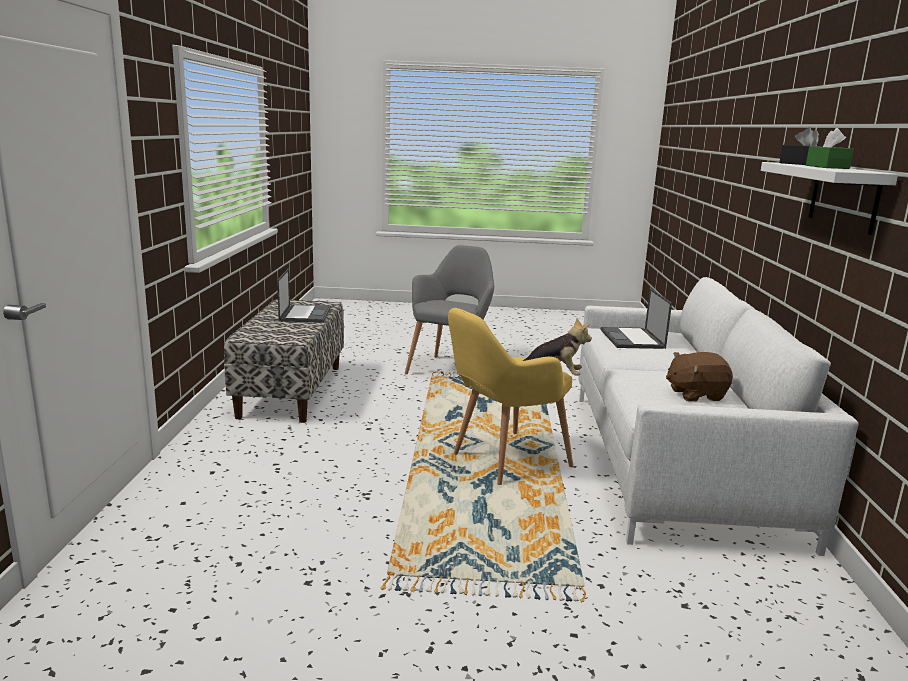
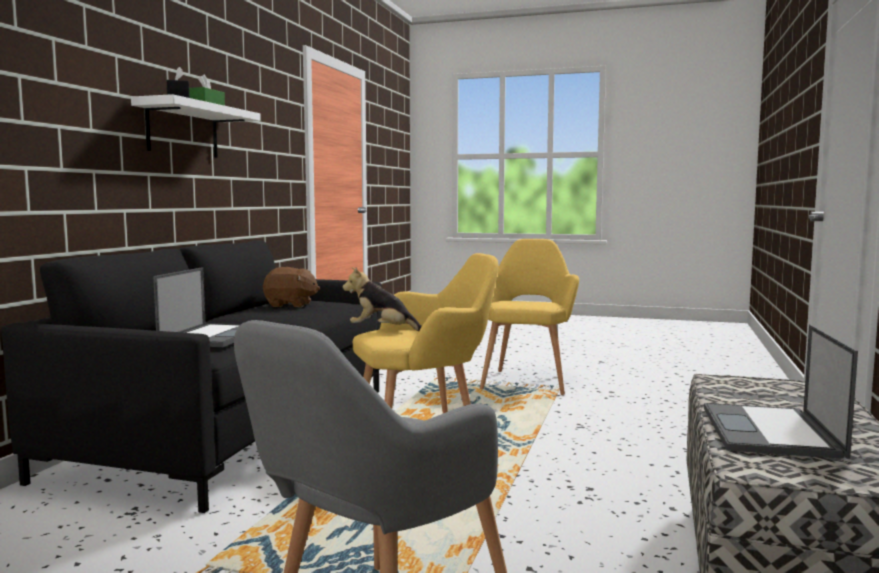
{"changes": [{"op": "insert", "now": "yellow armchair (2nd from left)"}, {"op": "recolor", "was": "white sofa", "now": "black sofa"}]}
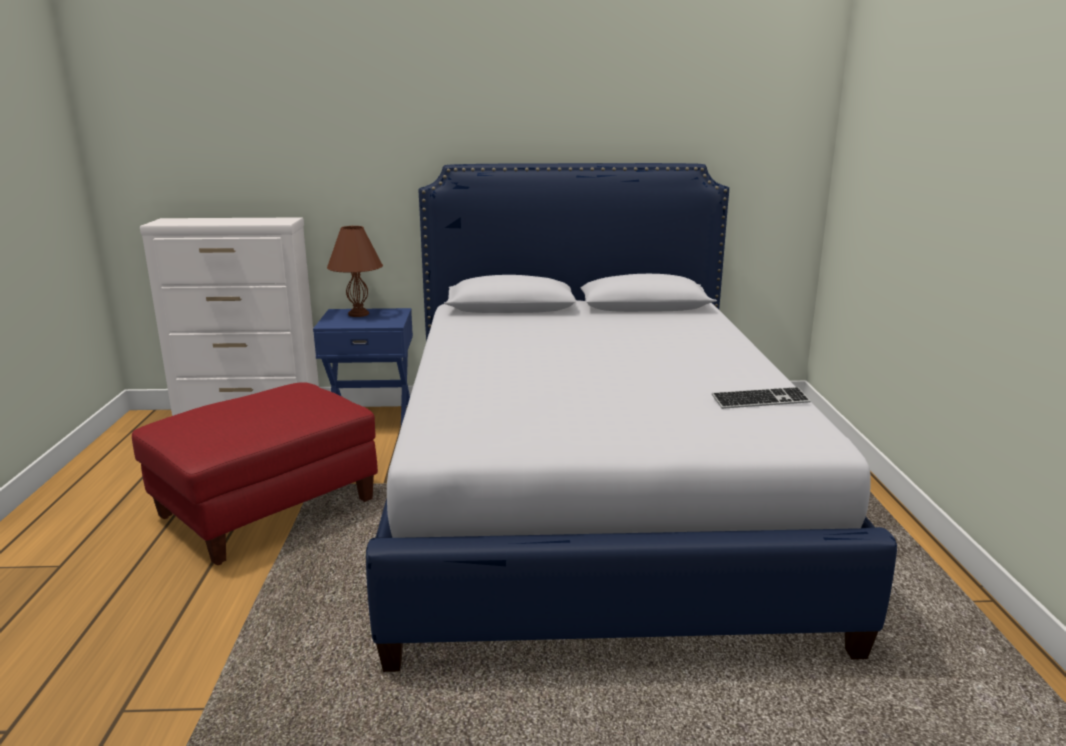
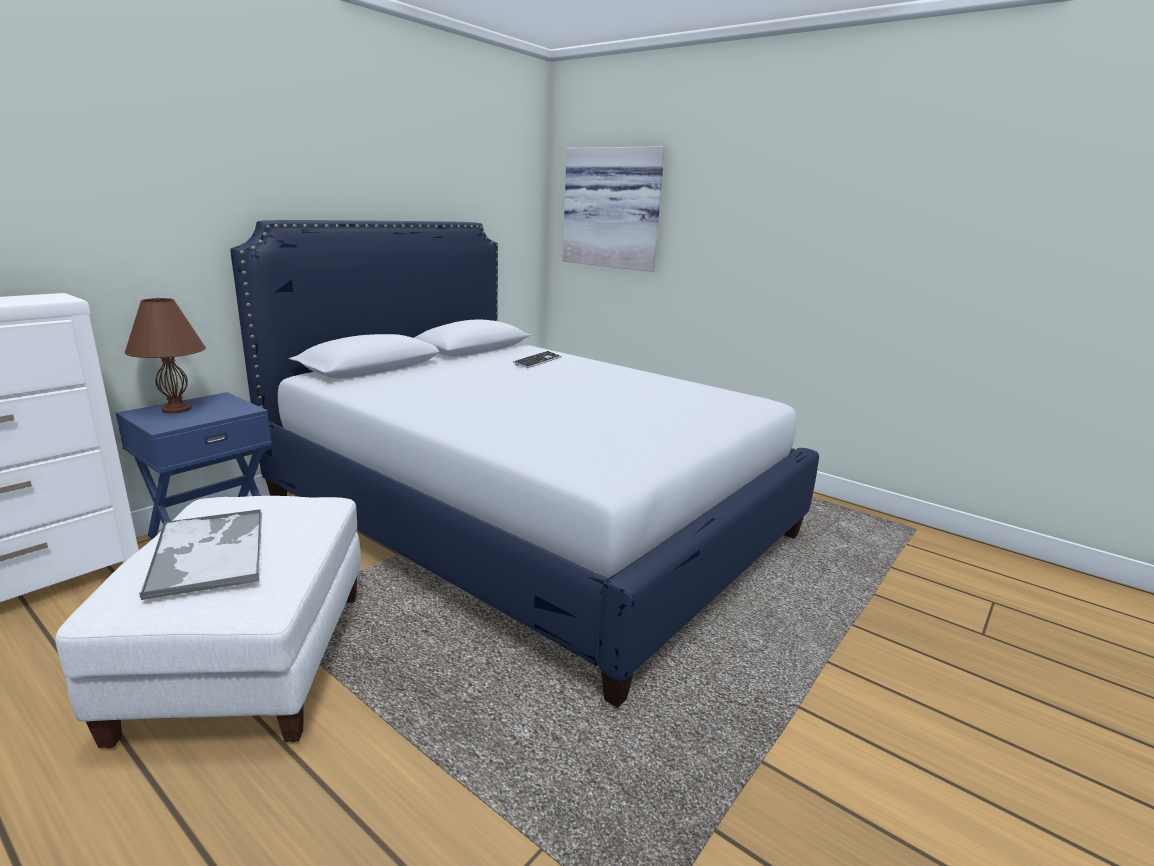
{"changes": [{"op": "insert", "now": "tray"}, {"op": "insert", "now": "picture"}, {"op": "move", "was": "keyboard"}, {"op": "recolor", "was": "red ottoman", "now": "white ottoman"}]}
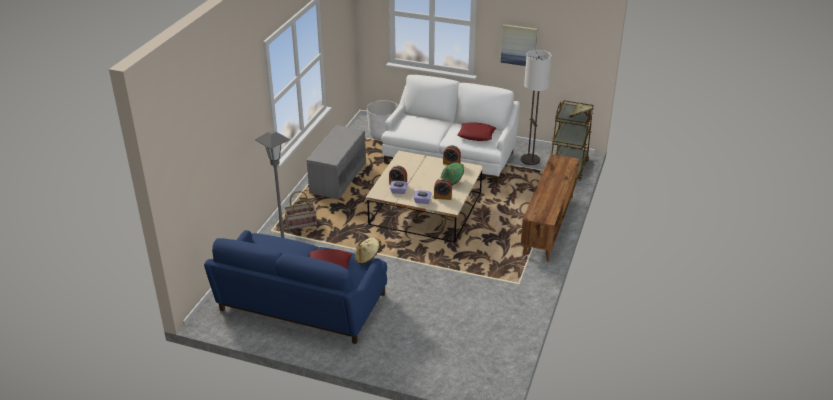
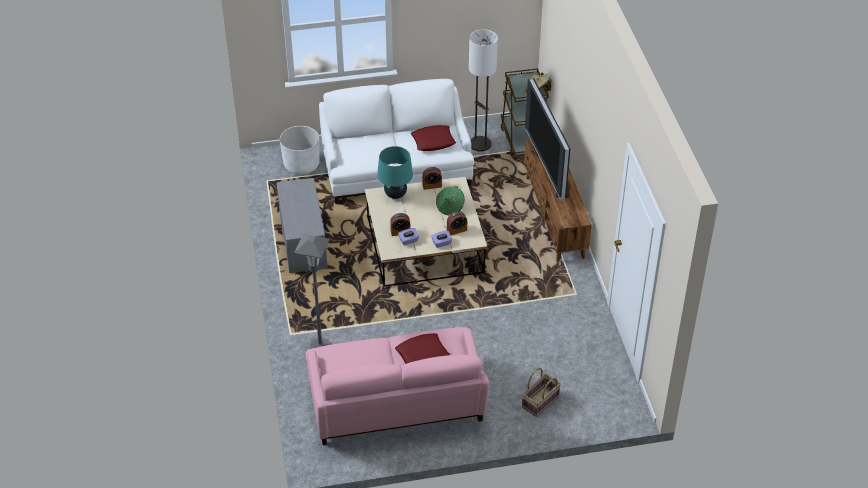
{"changes": [{"op": "delete", "was": "beige hat (1st from left)"}, {"op": "delete", "was": "picture"}, {"op": "insert", "now": "turquoise table lamp"}, {"op": "insert", "now": "television"}, {"op": "move", "was": "basket"}, {"op": "recolor", "was": "blue sofa", "now": "pink sofa"}]}
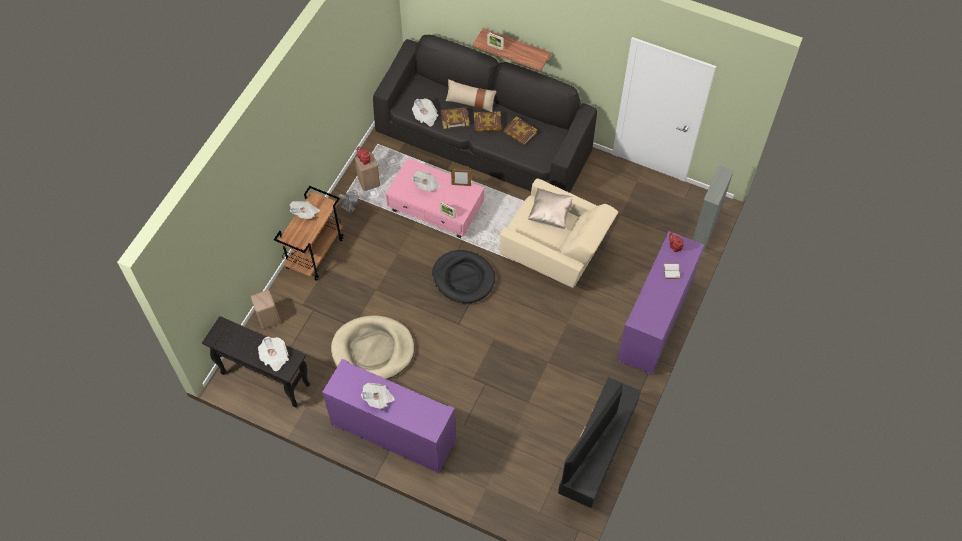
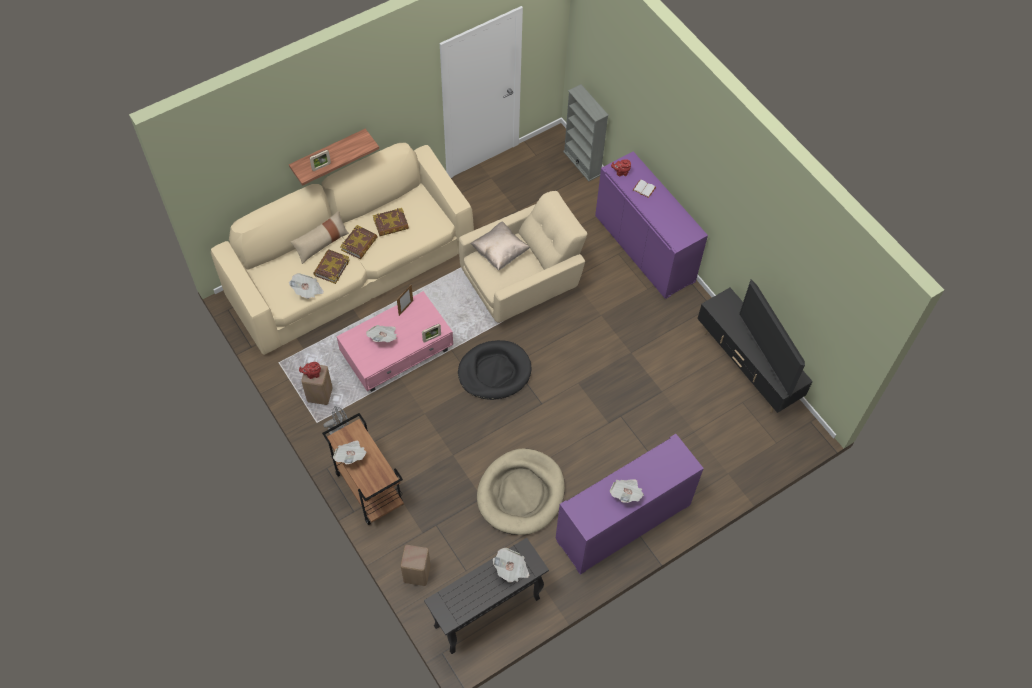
{"changes": [{"op": "recolor", "was": "black sofa", "now": "beige sofa"}]}
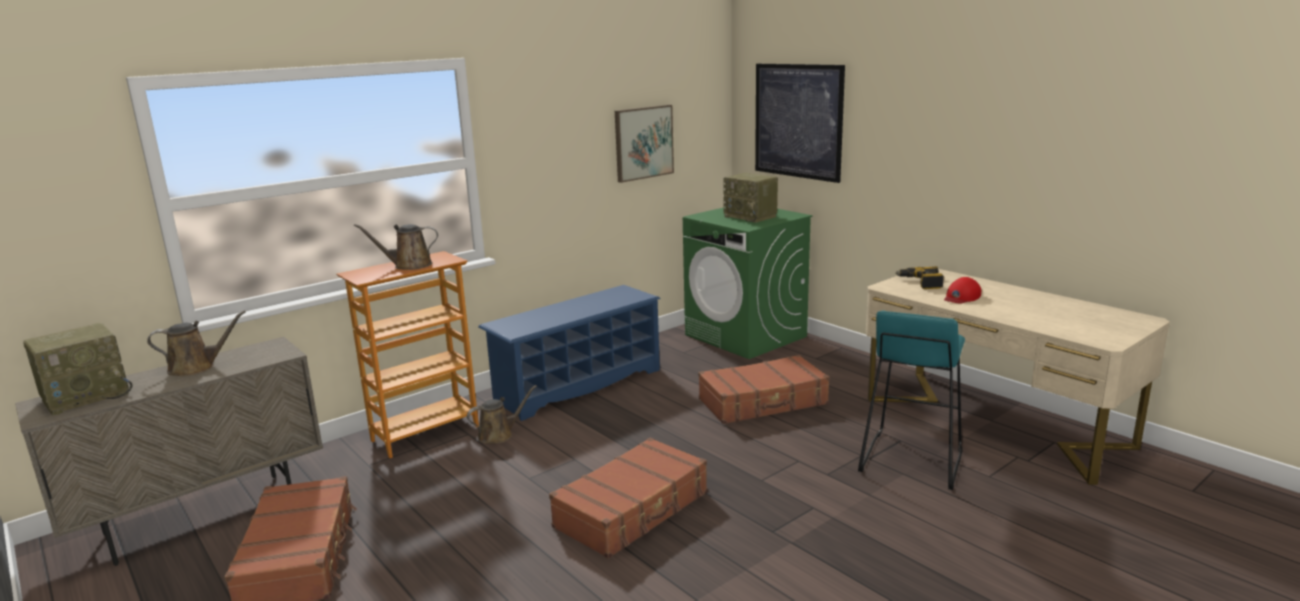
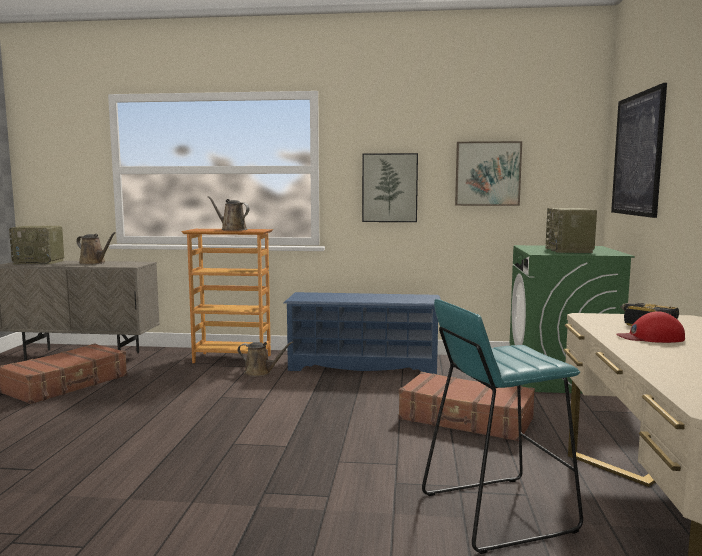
{"changes": [{"op": "delete", "was": "brown suitcase (2nd from left)"}, {"op": "insert", "now": "picture (1st from left)"}]}
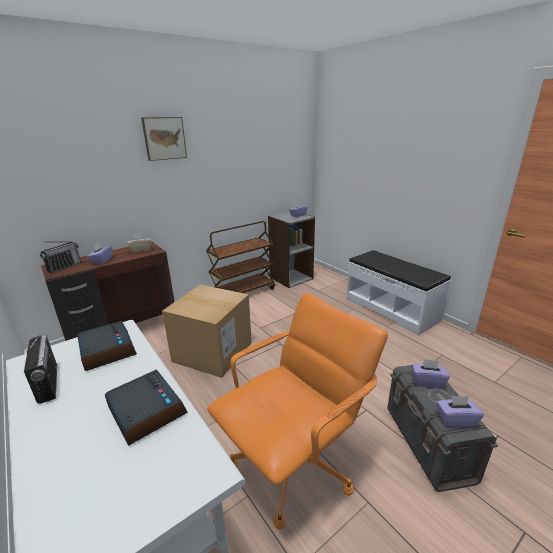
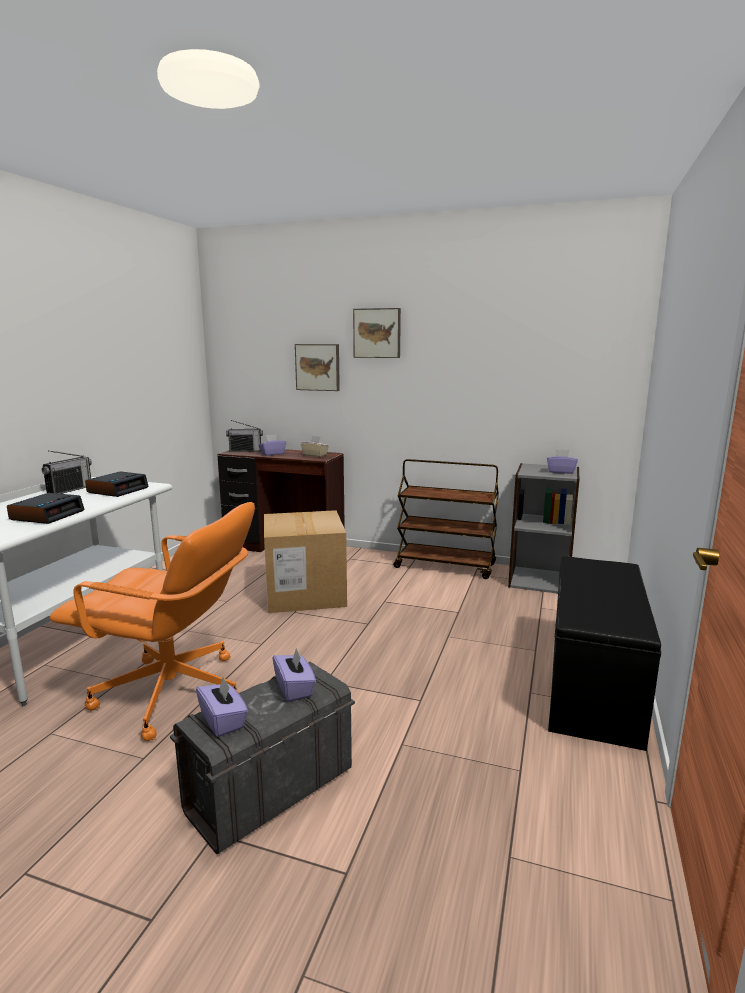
{"changes": [{"op": "insert", "now": "picture (1st from left)"}, {"op": "recolor", "was": "white bench", "now": "black bench"}]}
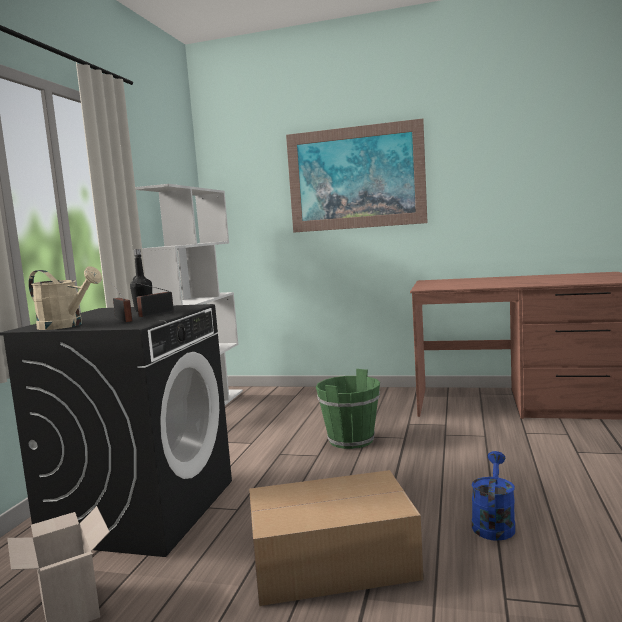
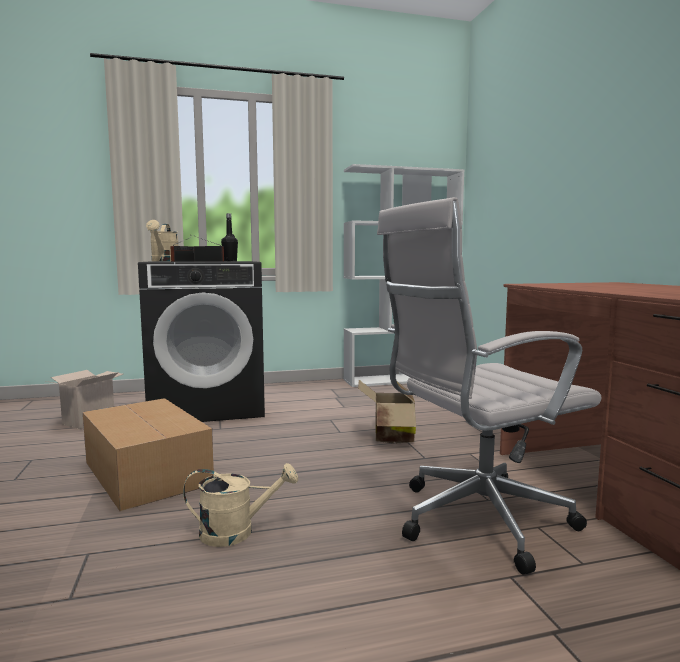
{"changes": [{"op": "delete", "was": "picture"}, {"op": "insert", "now": "white office chair"}, {"op": "replace", "was": "green bucket", "now": "cardboard box (3rd from left)"}, {"op": "recolor", "was": "blue watering can", "now": "beige watering can (2nd from left)"}]}
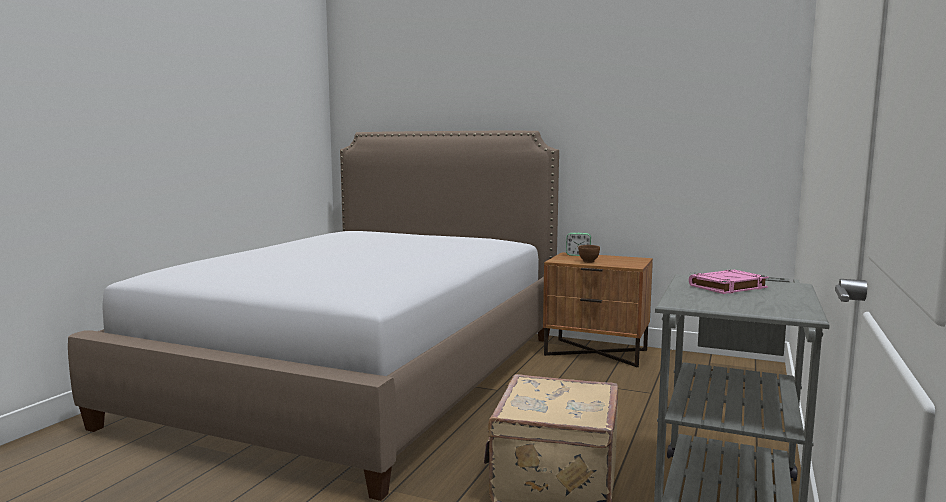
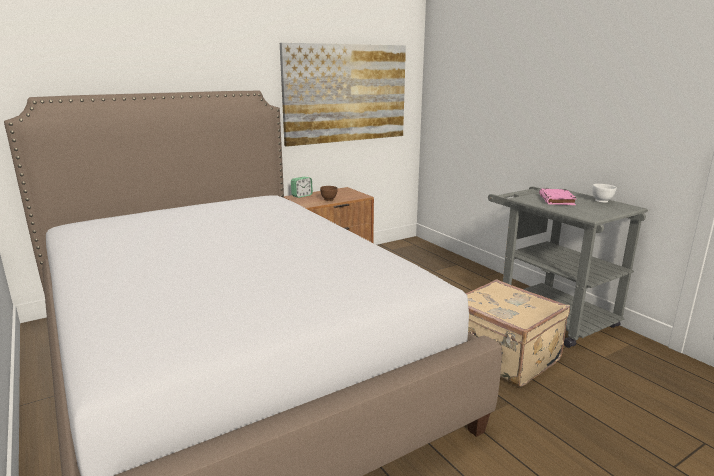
{"changes": [{"op": "insert", "now": "picture"}, {"op": "insert", "now": "white bowl"}]}
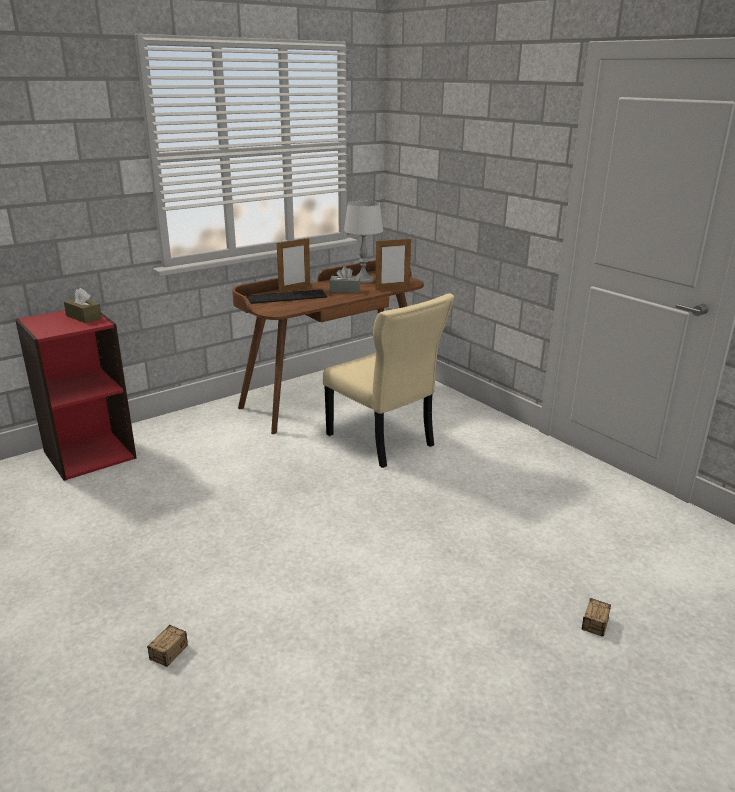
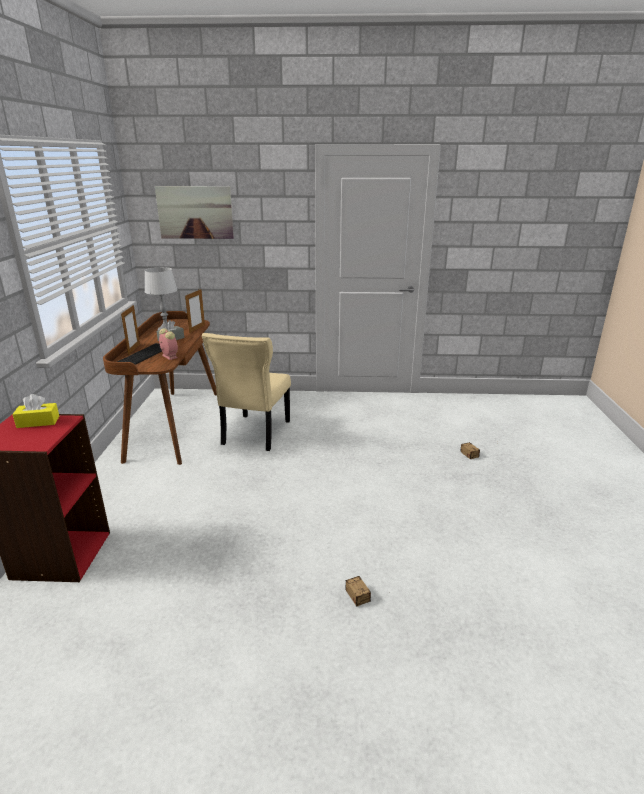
{"changes": [{"op": "insert", "now": "picture"}, {"op": "insert", "now": "alarm clock"}, {"op": "recolor", "was": "brown tissue box", "now": "yellow tissue box"}, {"op": "rotate", "was": "beige chair", "clockwise": 105}]}
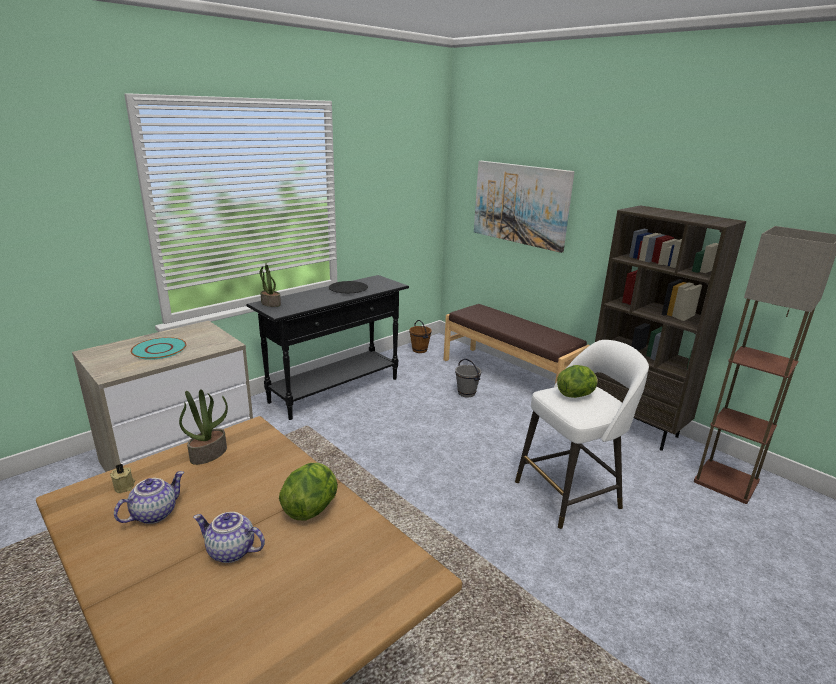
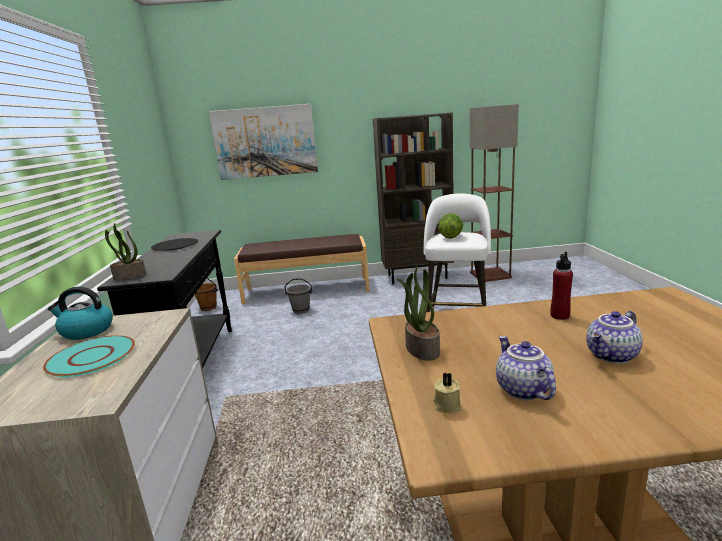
{"changes": [{"op": "insert", "now": "kettle"}, {"op": "replace", "was": "lettuce (1st from left)", "now": "red bottle"}]}
